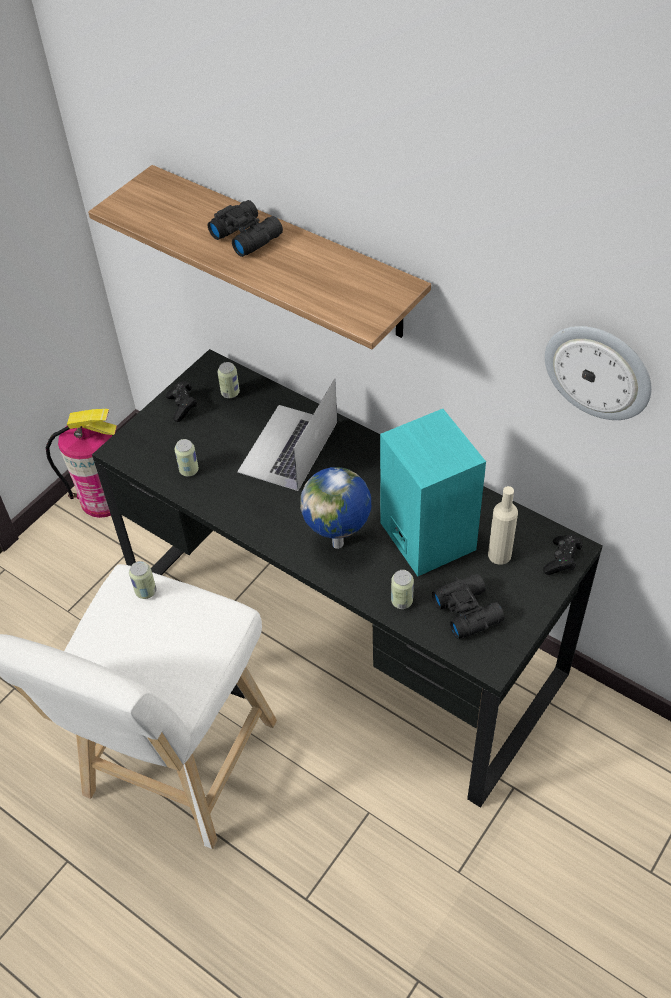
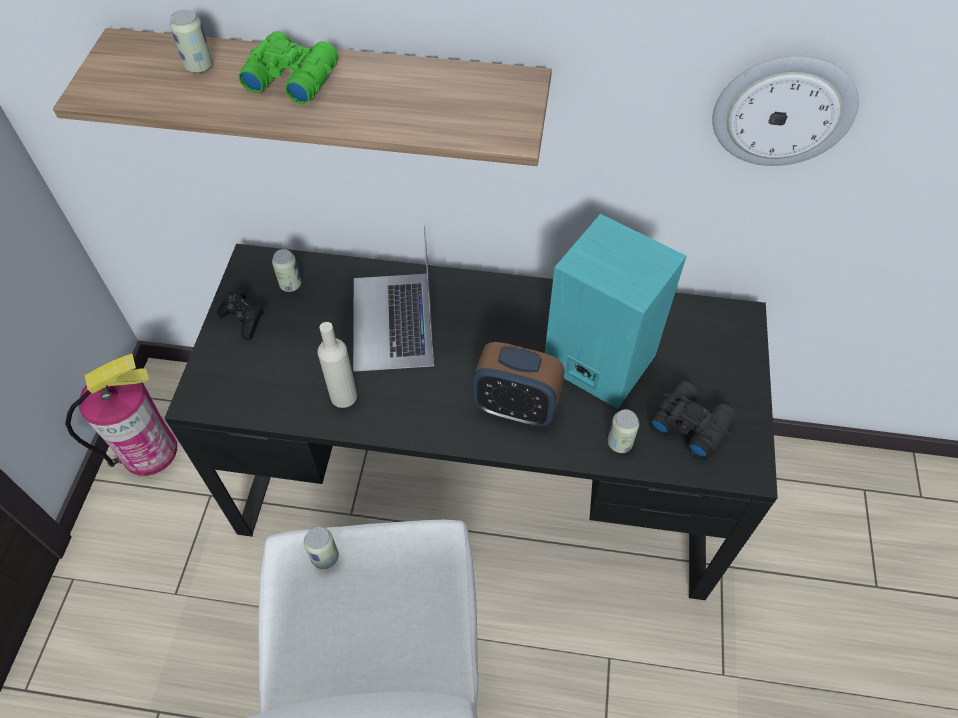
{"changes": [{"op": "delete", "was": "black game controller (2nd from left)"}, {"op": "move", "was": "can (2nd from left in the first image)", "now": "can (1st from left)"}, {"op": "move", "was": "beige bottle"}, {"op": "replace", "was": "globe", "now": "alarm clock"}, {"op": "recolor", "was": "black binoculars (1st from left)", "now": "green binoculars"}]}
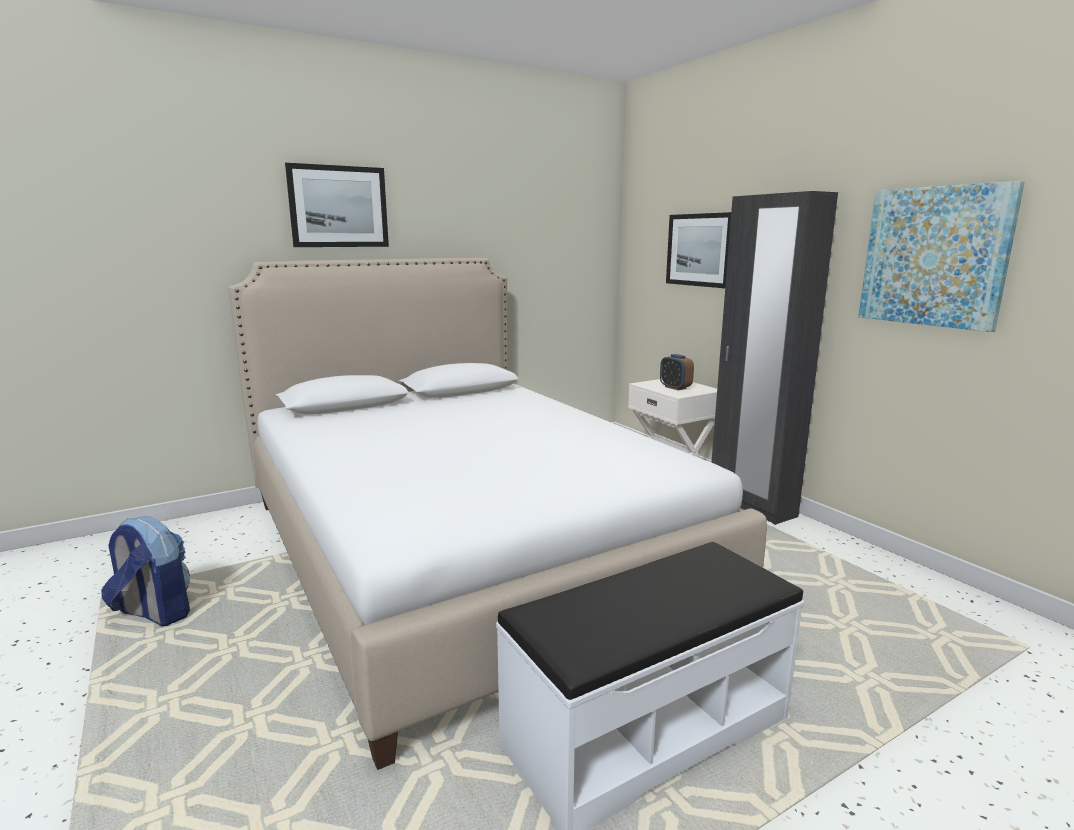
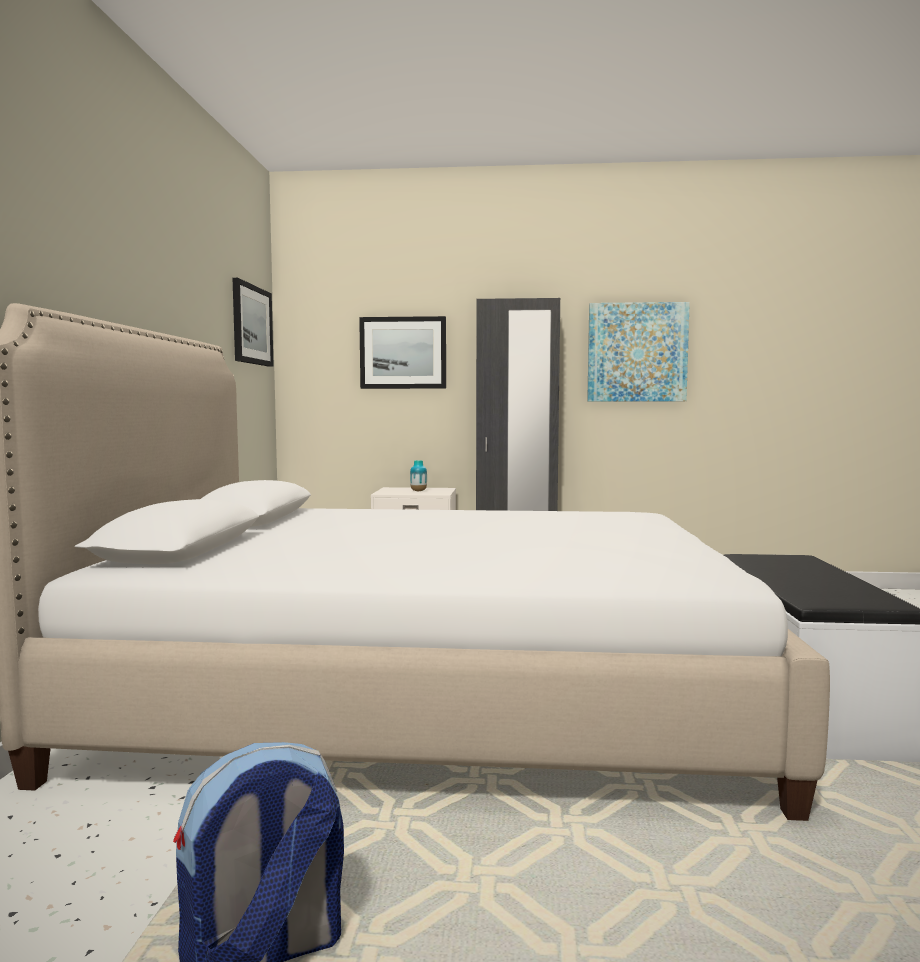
{"changes": [{"op": "move", "was": "picture (1st from left)"}, {"op": "replace", "was": "alarm clock", "now": "vase"}]}
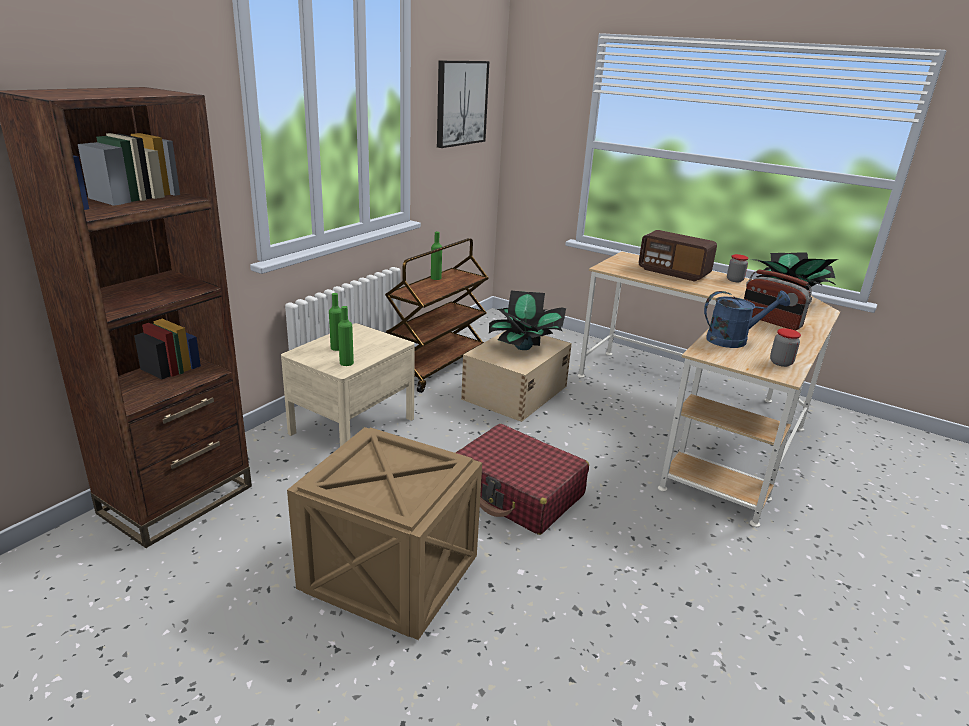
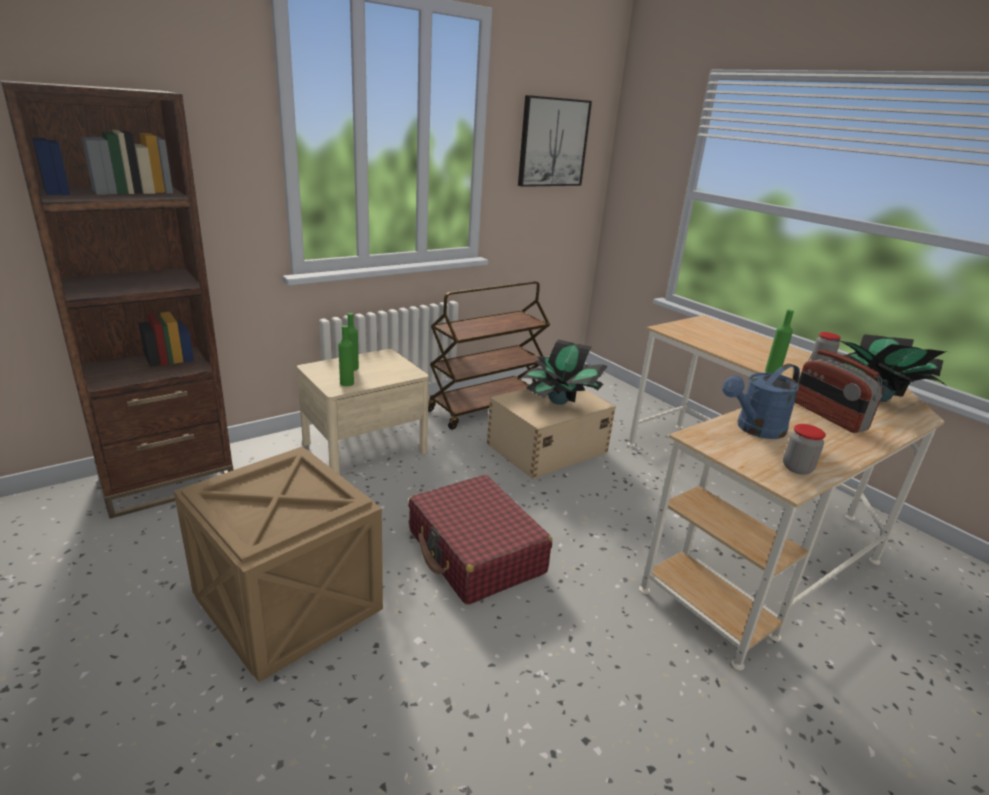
{"changes": [{"op": "delete", "was": "radio (1st from left)"}, {"op": "move", "was": "green bottle (3rd from left)"}, {"op": "rotate", "was": "blue watering can", "clockwise": 135}]}
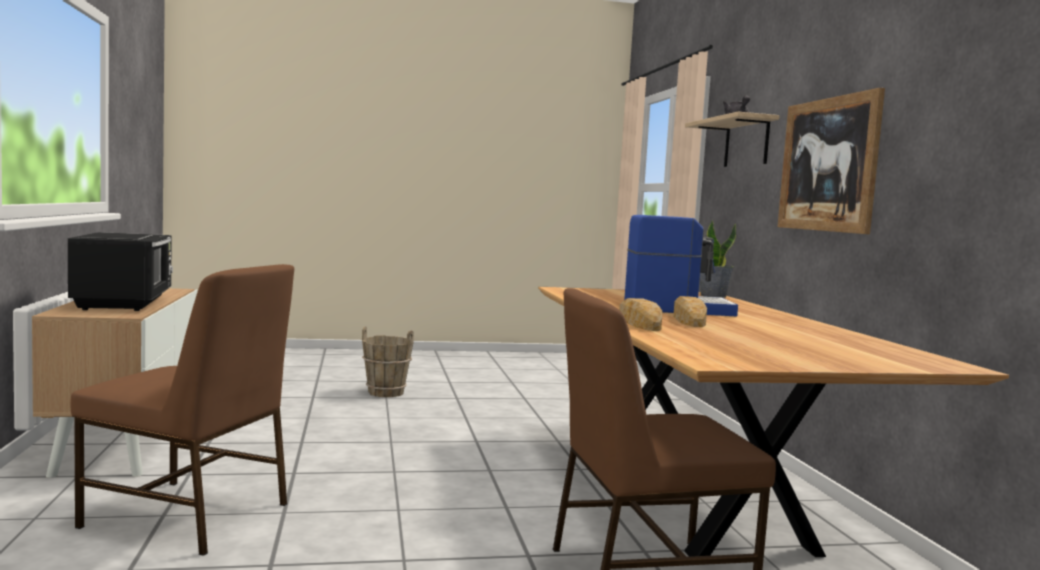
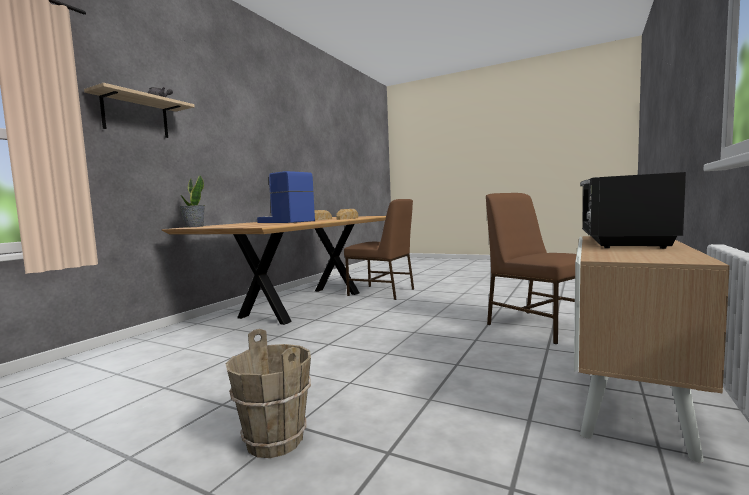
{"changes": [{"op": "delete", "was": "picture"}]}
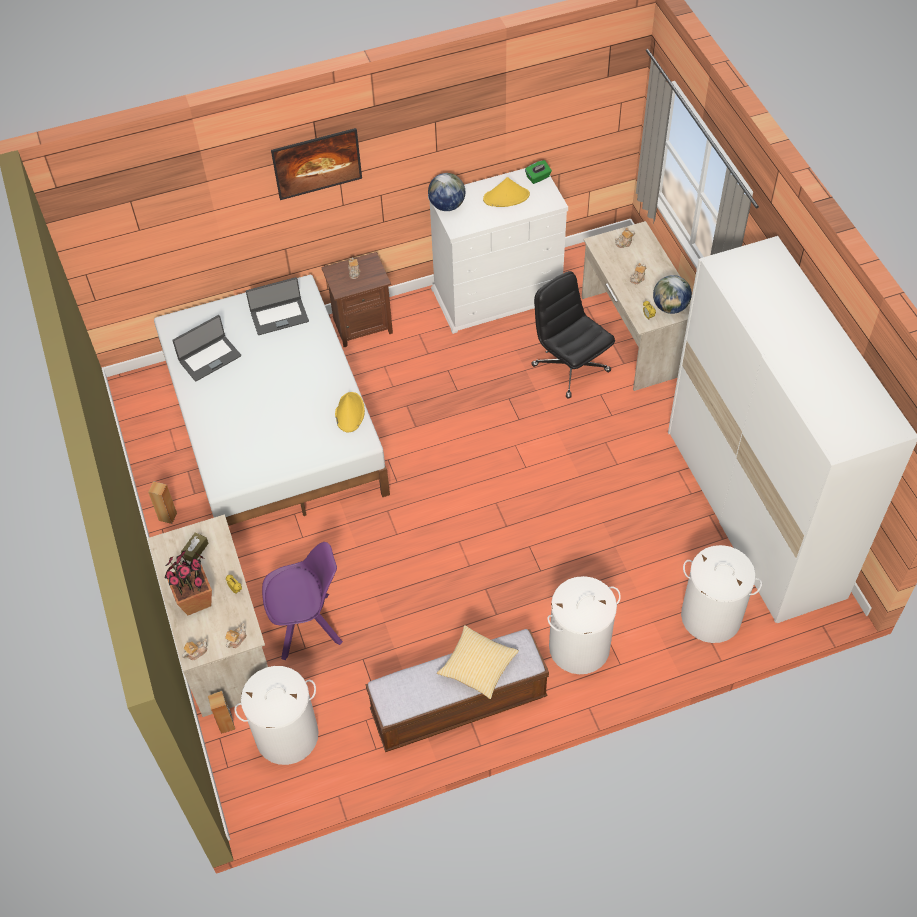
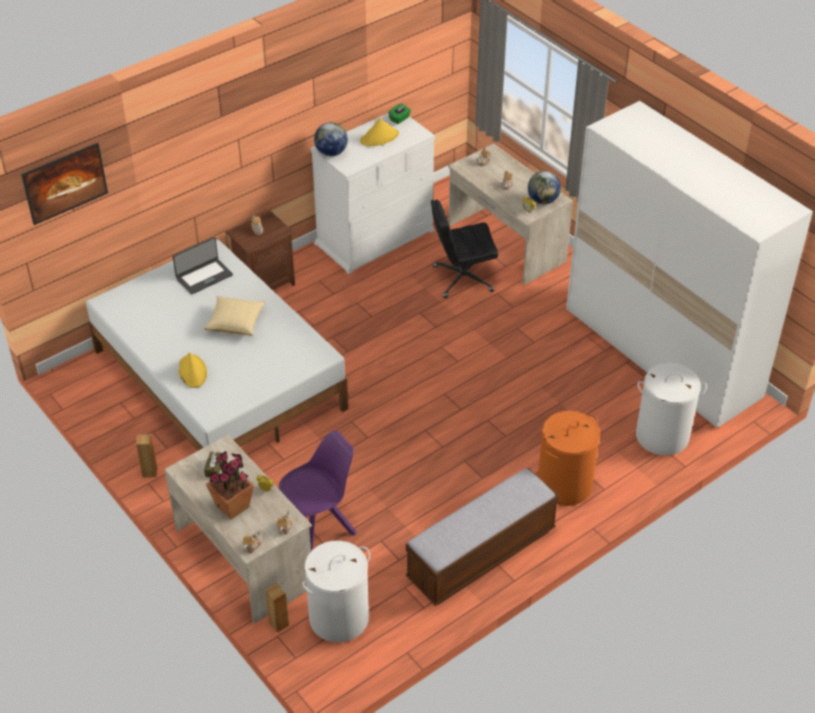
{"changes": [{"op": "delete", "was": "laptop (1st from left)"}, {"op": "move", "was": "picture"}, {"op": "move", "was": "yellow hat (1st from left)"}, {"op": "move", "was": "pillow"}, {"op": "recolor", "was": "white laundry basket (2nd from left)", "now": "orange laundry basket"}, {"op": "rotate", "was": "black office chair", "clockwise": -45}]}
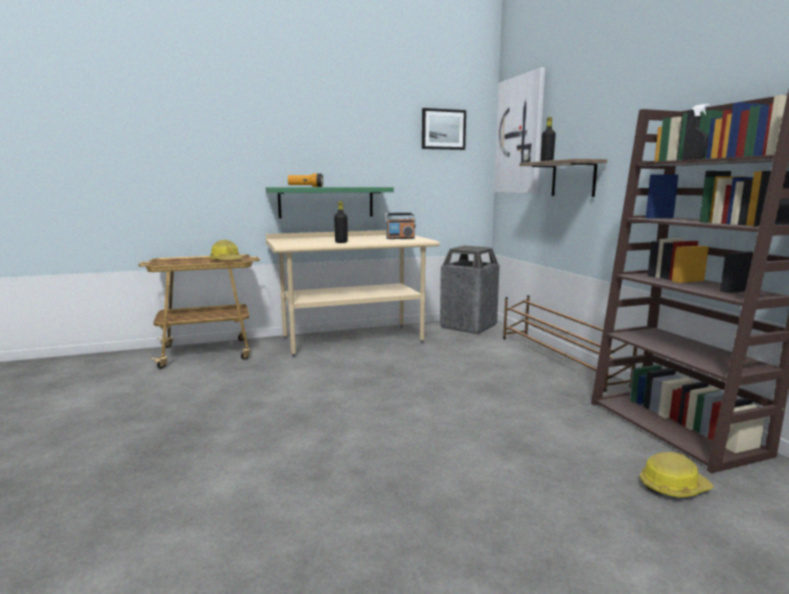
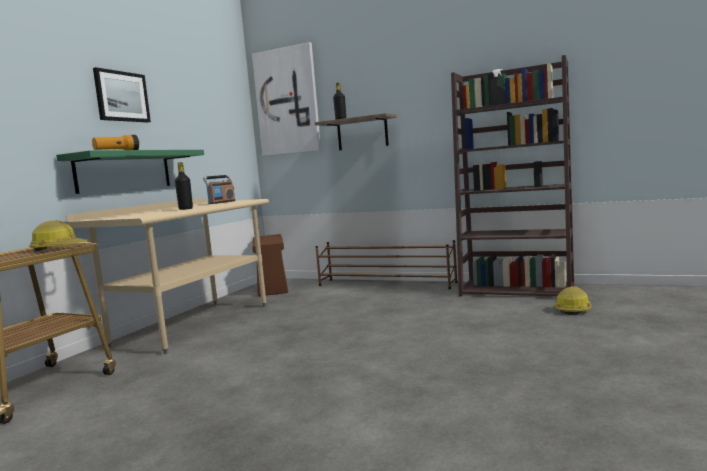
{"changes": [{"op": "move", "was": "picture (1st from left)"}, {"op": "replace", "was": "trash can", "now": "brown storage box"}]}
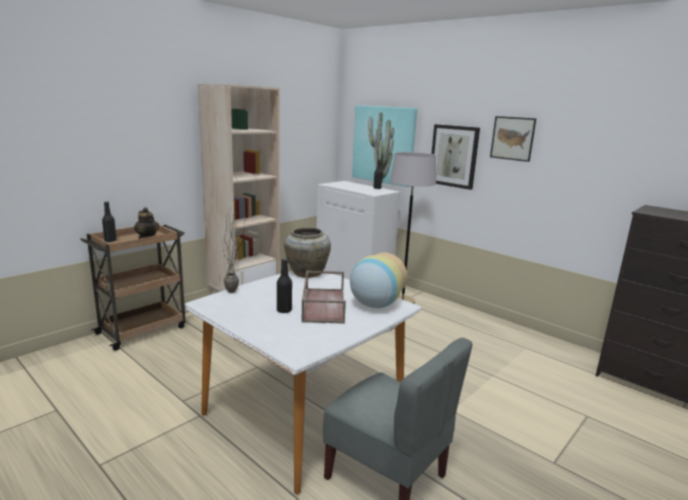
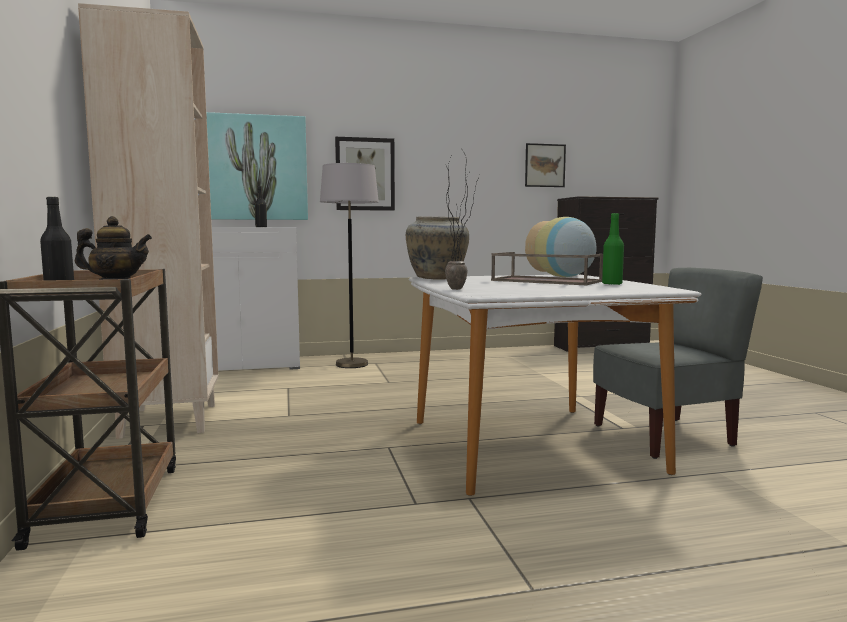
{"changes": [{"op": "delete", "was": "black bottle (2nd from left)"}, {"op": "insert", "now": "green bottle"}, {"op": "move", "was": "picture (3rd from left)"}]}
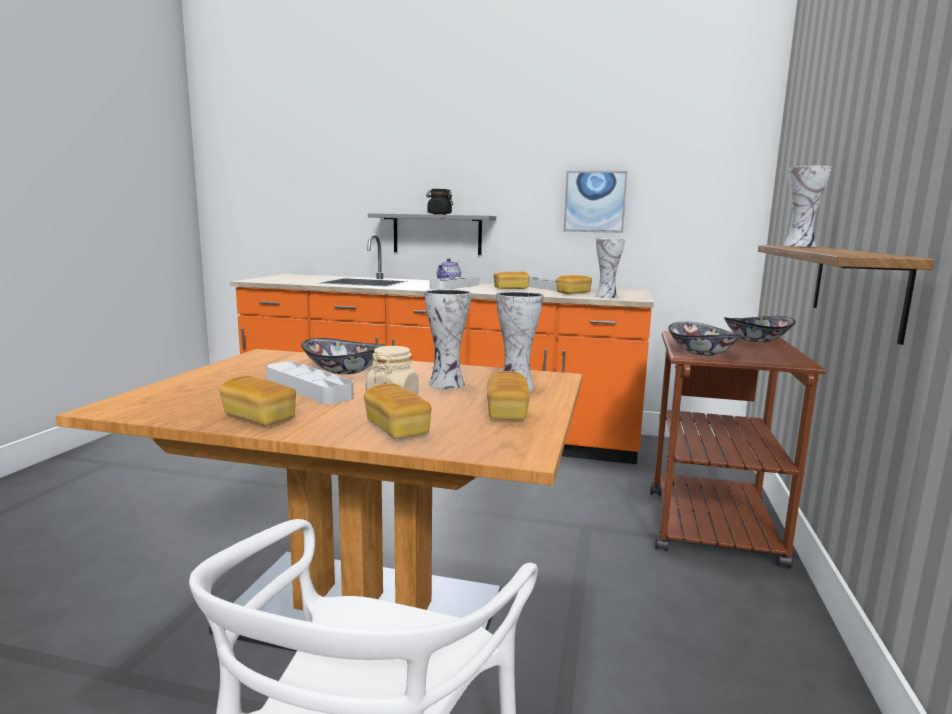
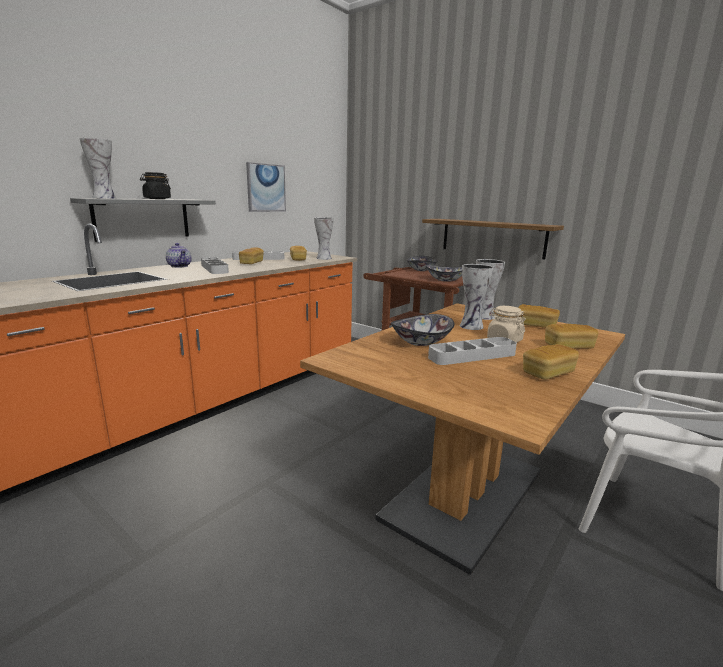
{"changes": [{"op": "move", "was": "vase (4th from left in the first image)", "now": "vase (1st from left)"}]}
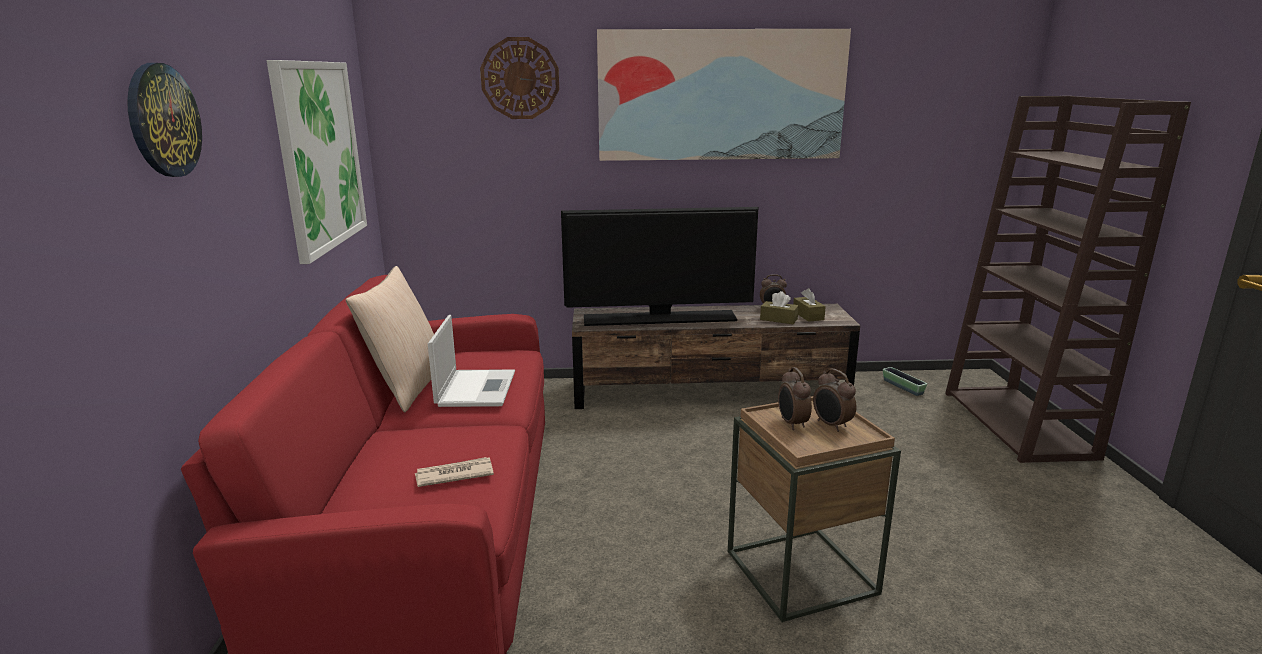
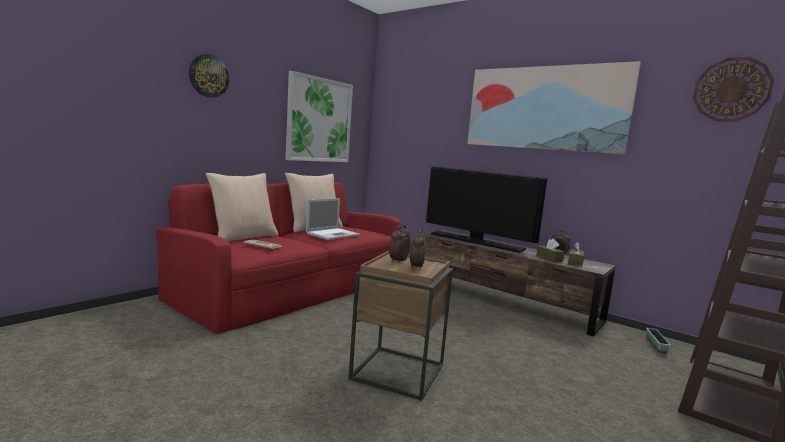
{"changes": [{"op": "insert", "now": "beige pillow (1st from left)"}, {"op": "move", "was": "wall clock (2nd from left)"}]}
